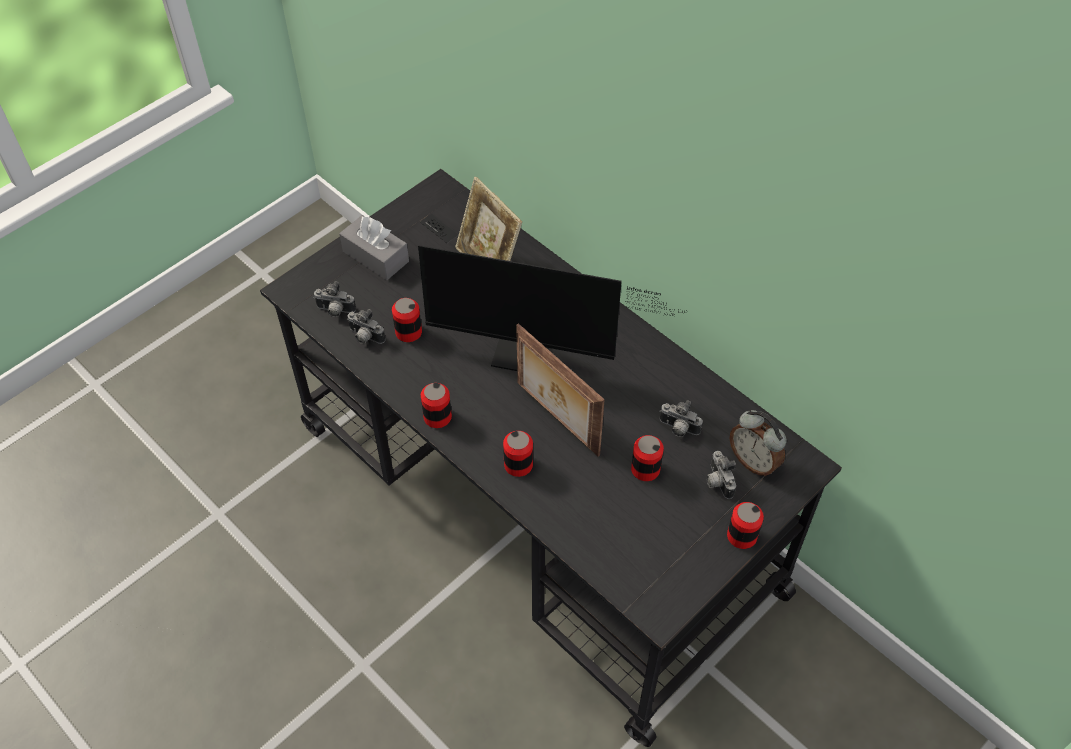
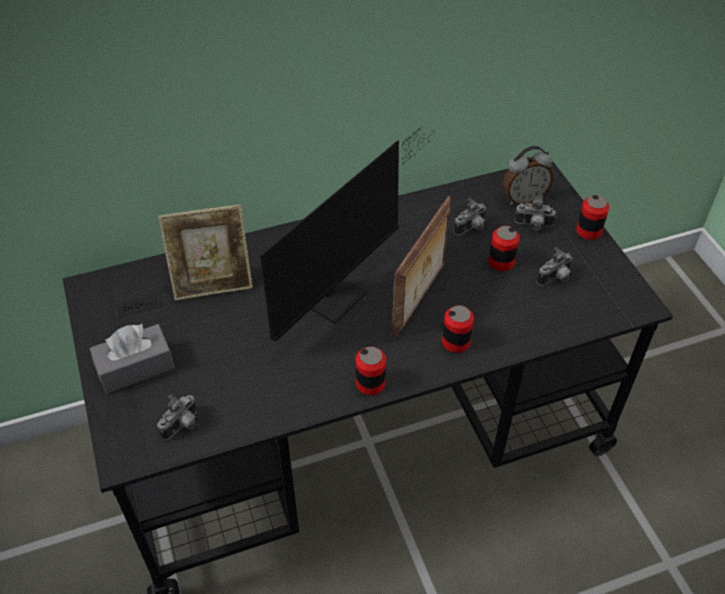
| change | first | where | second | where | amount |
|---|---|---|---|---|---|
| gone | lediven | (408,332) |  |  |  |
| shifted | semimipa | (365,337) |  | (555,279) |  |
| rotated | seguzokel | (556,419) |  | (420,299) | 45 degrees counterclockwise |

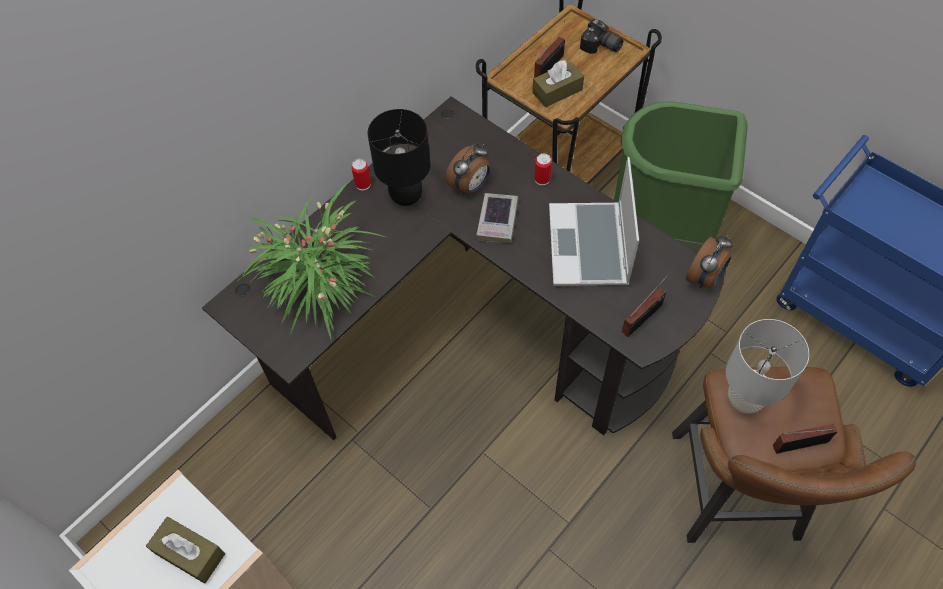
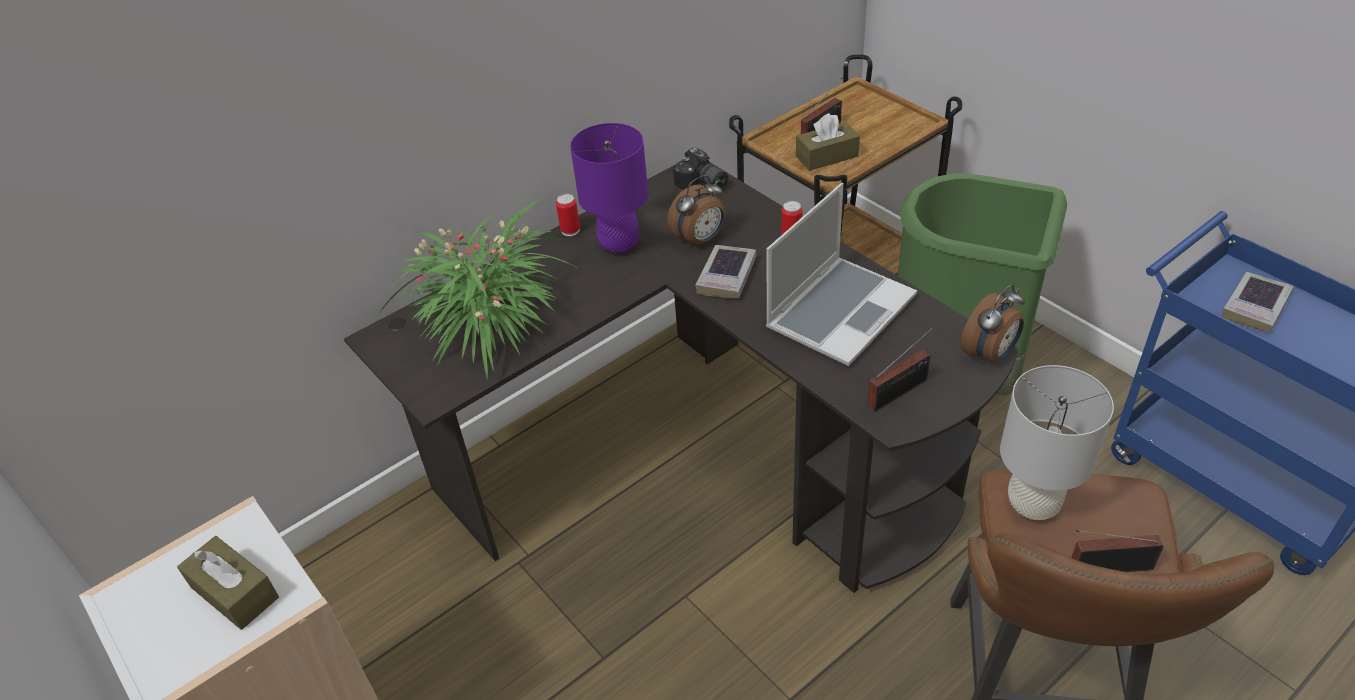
| change | first | where | second | where | amount |
|---|---|---|---|---|---|
| shifted | semimipa | (601,47) |  | (701,184) |  |
| repainted | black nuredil | (407,195) | purple nuredil | (621,244) |  |
| rotated | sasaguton | (590,247) |  | (840,311) | 150 degrees counterclockwise |
| new |  |  | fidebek | (1255,307) |  |

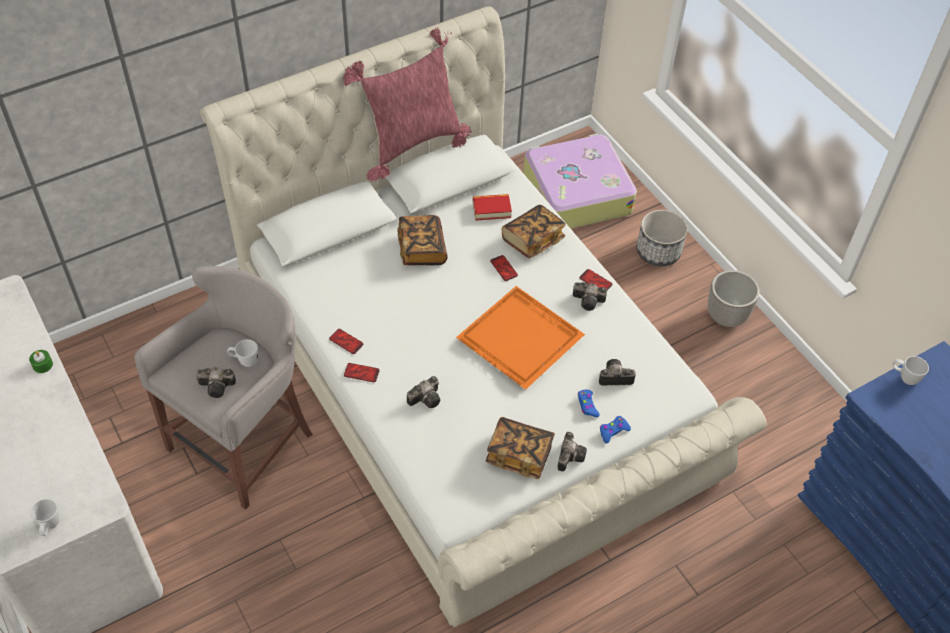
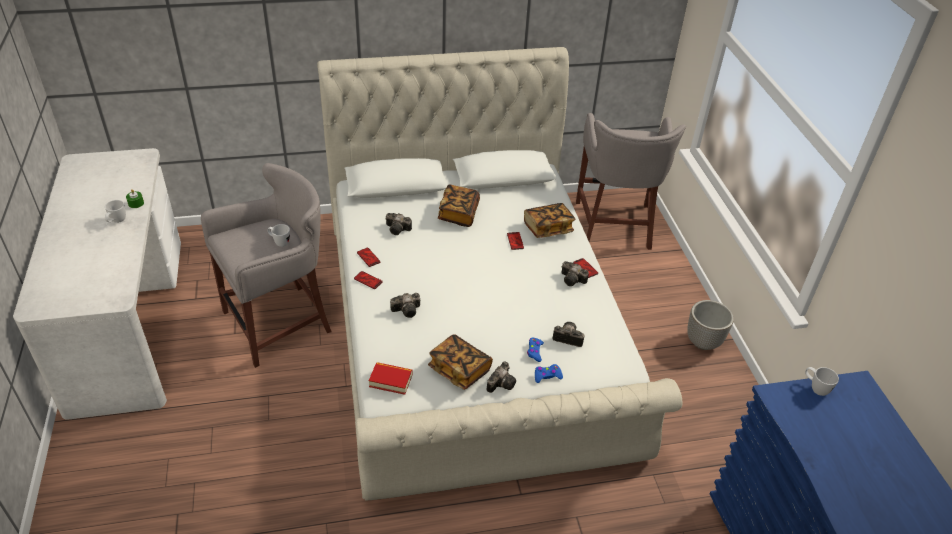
| change | first | where | second | where | amount |
|---|---|---|---|---|---|
| gone | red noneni | (410,151) |  |  |  |
| swapped | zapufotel | (575,193) | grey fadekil | (614,226) |  |
| shifted | fidebek | (491,210) |  | (391,381) |  |
| gone | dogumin | (658,251) |  |  |  |
| gone | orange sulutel | (520,340) |  |  |  |
| shifted | semimipa | (218,386) |  | (398,229) |  |
| shifted | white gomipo | (49,527) |  | (117,221) |  |

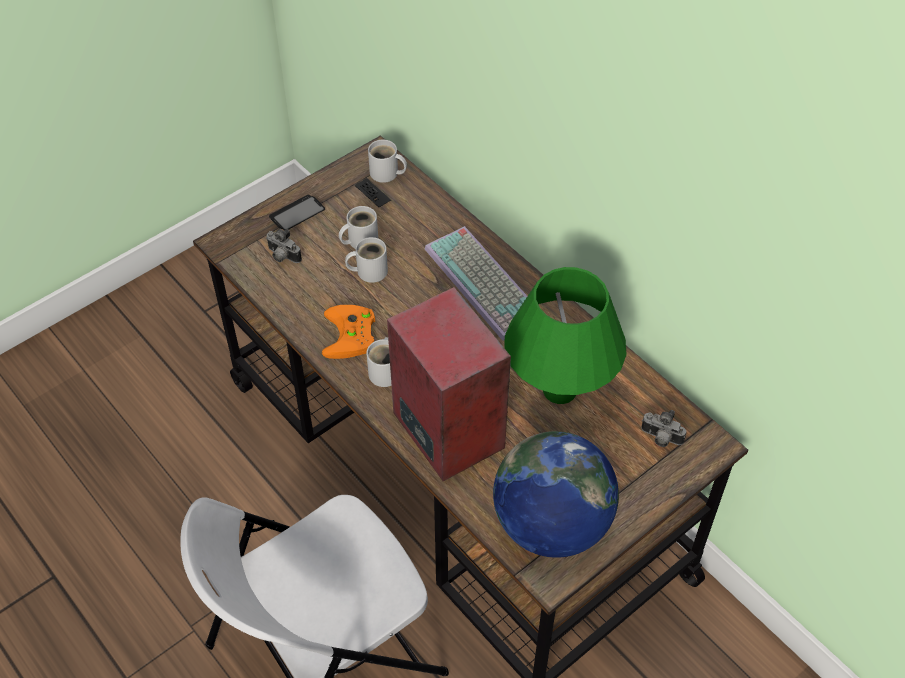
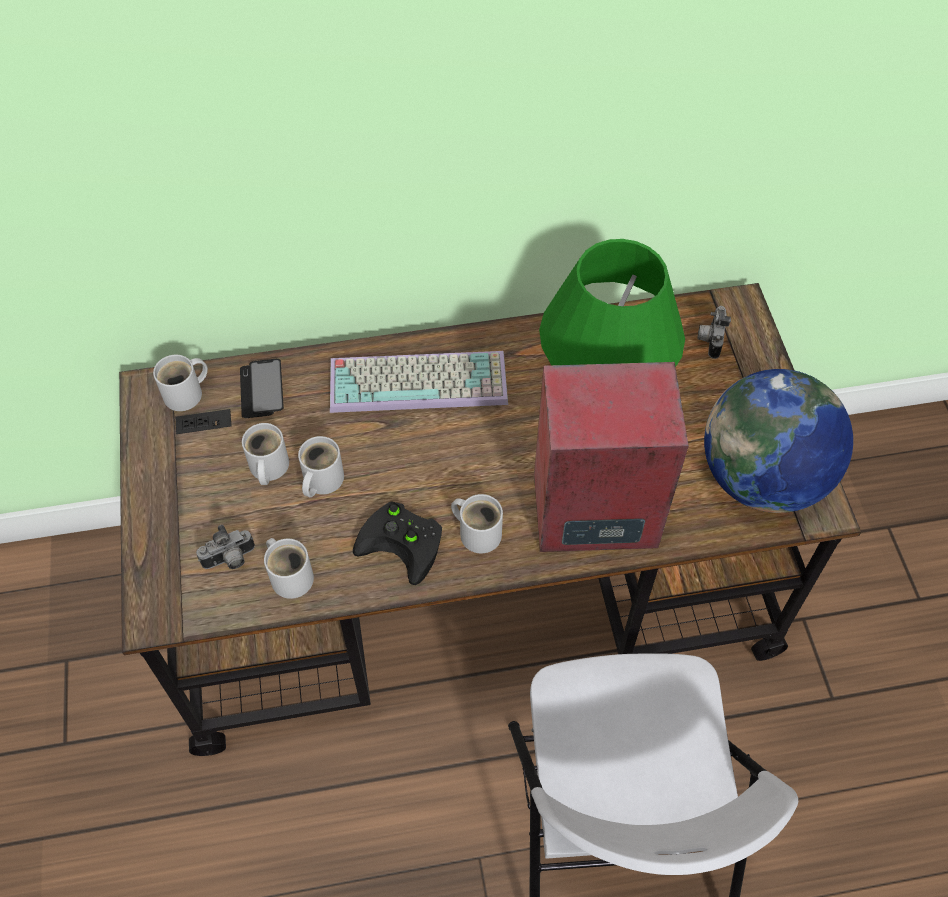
| change | first | where | second | where | amount |
|---|---|---|---|---|---|
| shifted | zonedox | (297,214) |  | (261,390) |  |
| repainted | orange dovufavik | (351,336) | black dovufavik | (405,543) |  |
| rotated | semimipa | (660,439) |  | (710,339) | 135 degrees clockwise |
| new |  |  | white gomipo | (291,575) |  |

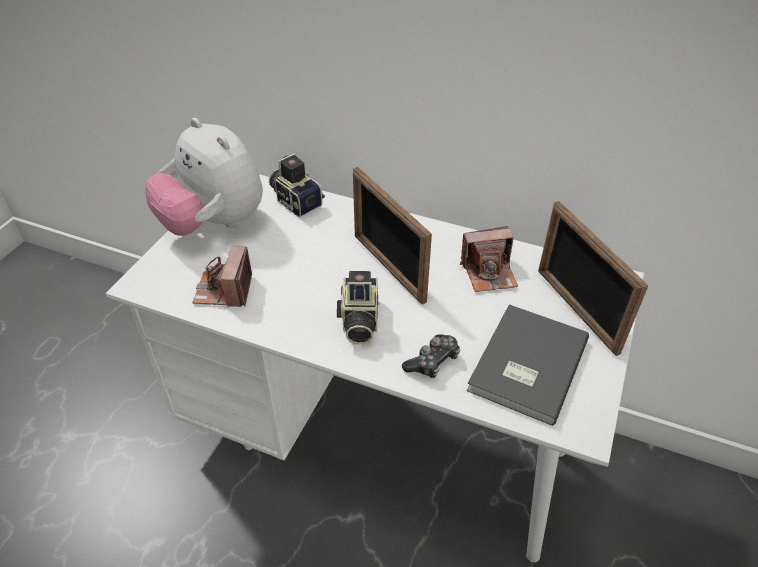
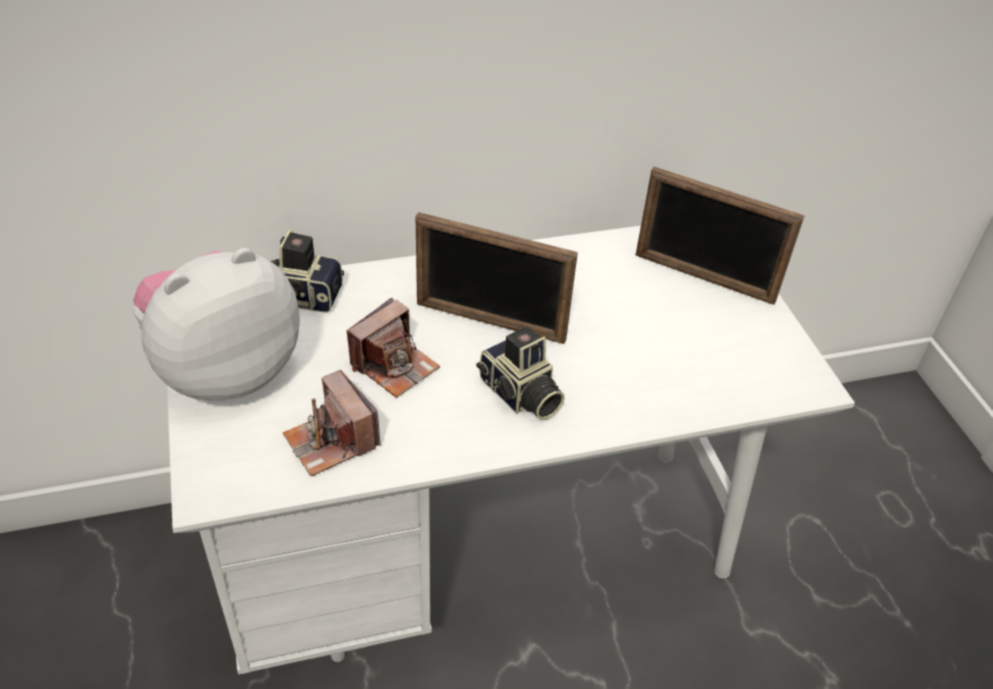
| change | first | where | second | where | amount |
|---|---|---|---|---|---|
| rotated | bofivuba | (214,224) |  | (225,370) | 135 degrees clockwise |
| shifted | semimipa | (489,273) |  | (394,366) |  |
| gone | grey fidebek | (524,365) |  |  |  |
| gone | dovufavik | (433,361) |  |  |  |

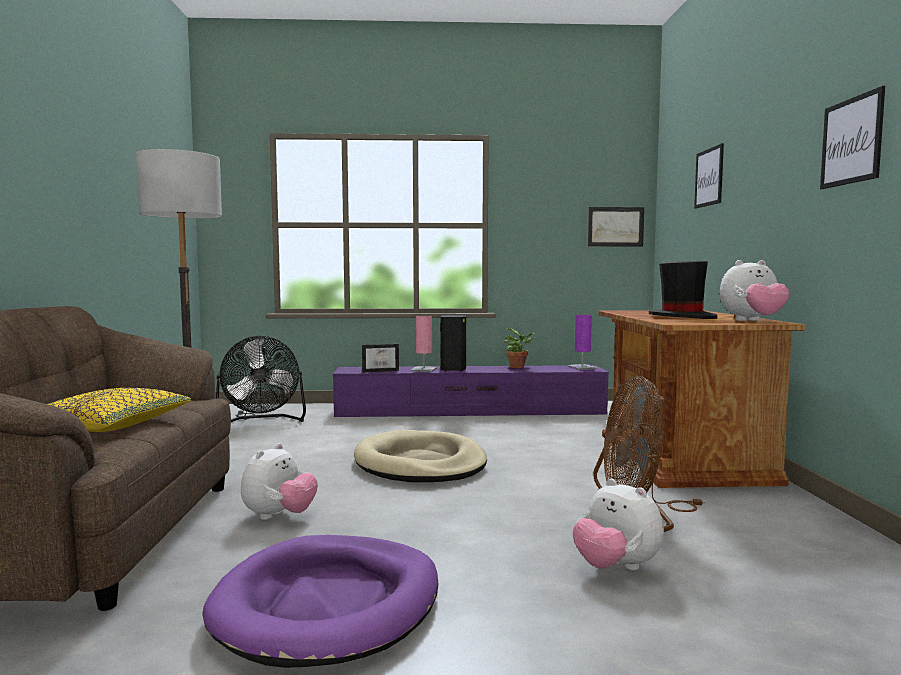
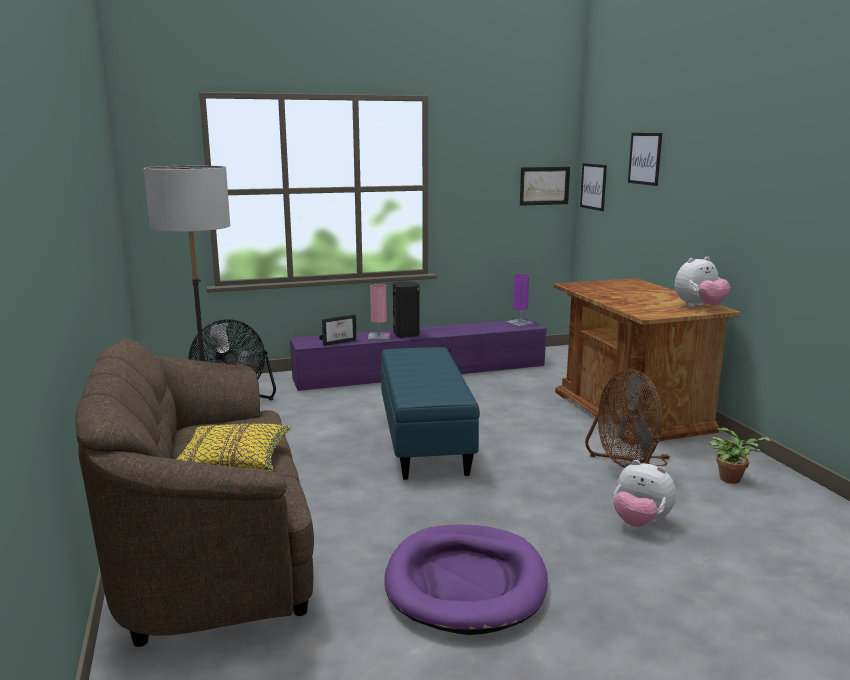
| change | first | where | second | where | amount |
|---|---|---|---|---|---|
| shifted | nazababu | (851,141) |  | (593,186) |  |
| gone | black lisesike | (682,317) |  |  |  |
| shifted | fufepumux | (519,367) |  | (733,479) |  |
| swapped | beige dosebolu | (420,464) | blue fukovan | (426,441) |  |
| gone | bofivuba | (279,516) |  |  |  |

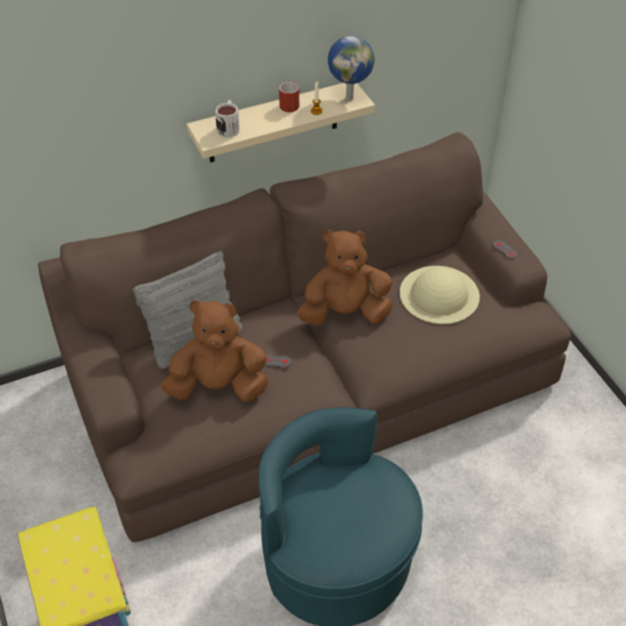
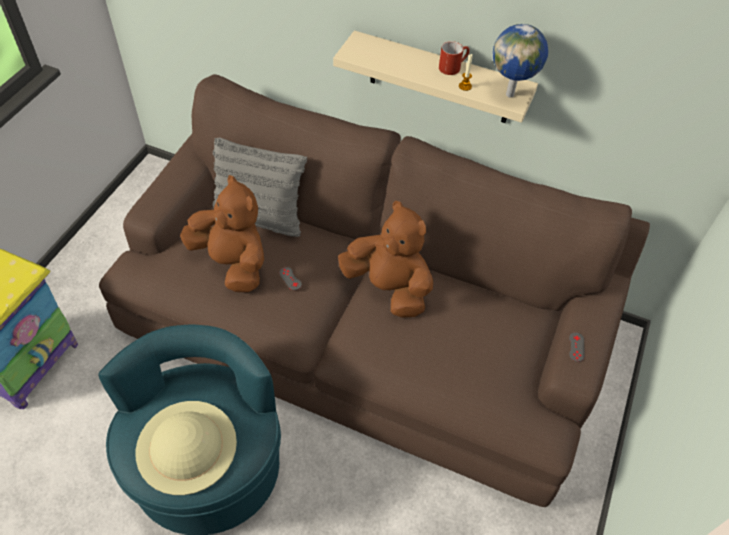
| change | first | where | second | where | amount |
|---|---|---|---|---|---|
| gone | gomipo | (229,127) |  |  |  |
| shifted | beige lisesike | (439,294) |  | (186,446) |  |

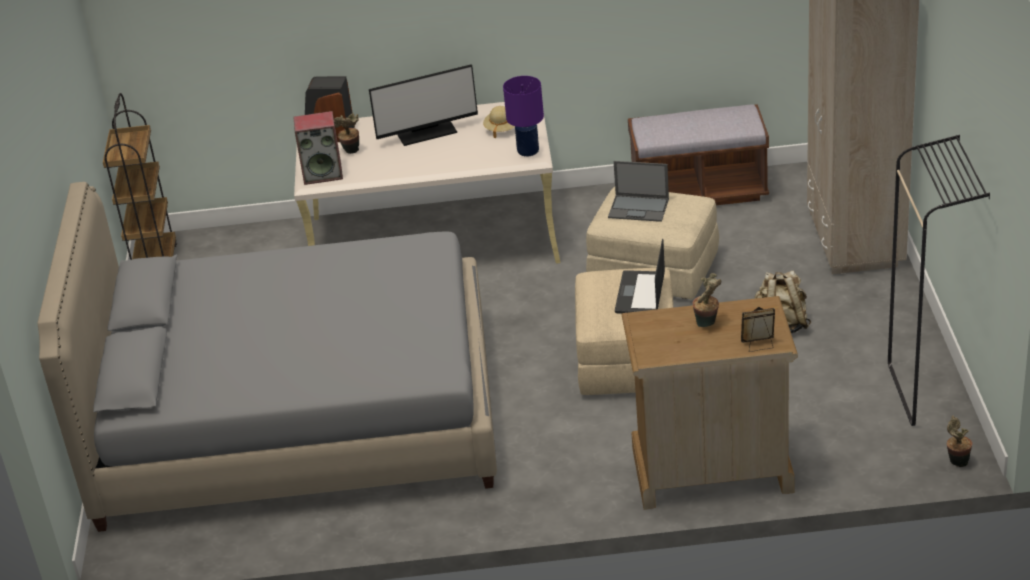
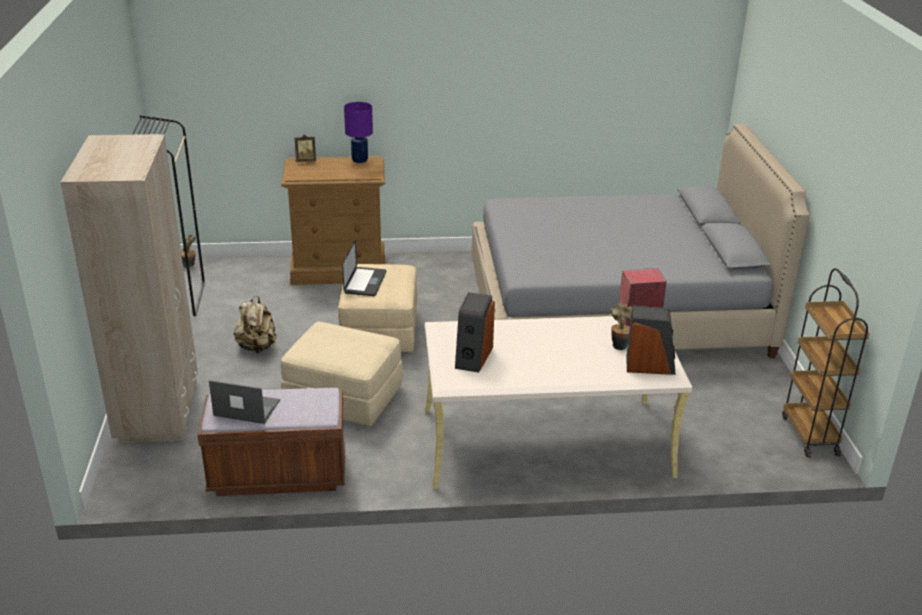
| change | first | where | second | where | amount |
|---|---|---|---|---|---|
| gone | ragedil | (426,132) |  |  |  |
| shifted | purple nuredil | (528,153) |  | (360,161) |  |
| swapped | beige lisesike | (502,129) | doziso | (473,357) |  |
| shifted | sasaguton | (639,208) |  | (246,408) |  |
| gone | fufepumux | (707,324) |  |  |  |

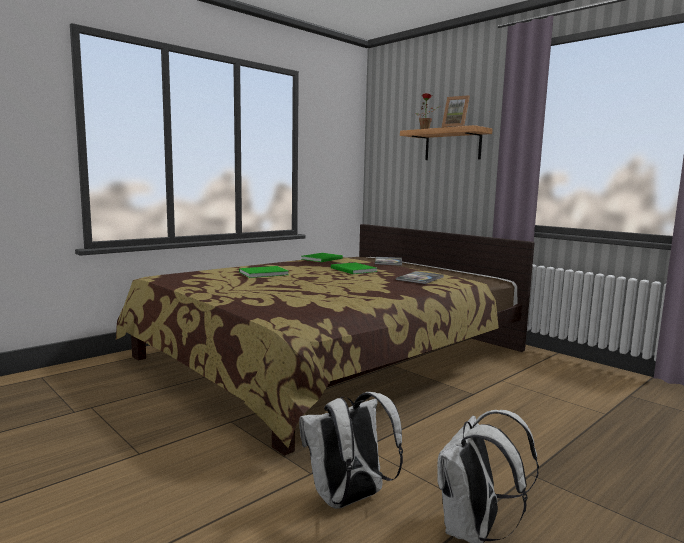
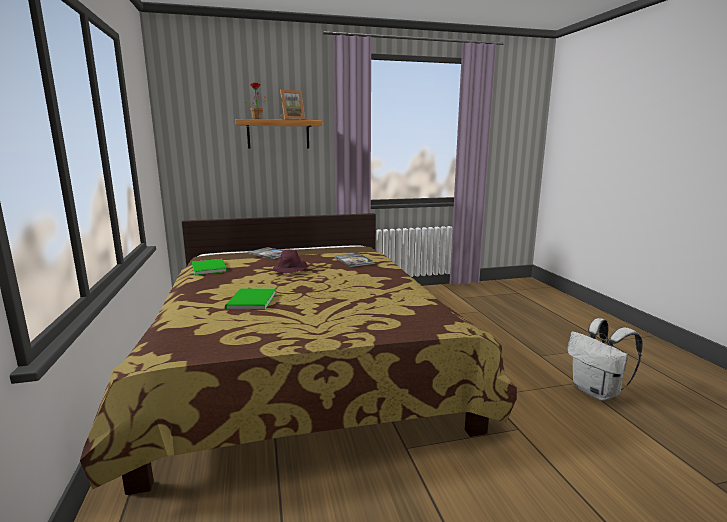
| change | first | where | second | where | amount |
|---|---|---|---|---|---|
| swapped | green fidebek | (353,270) | purple lisesike | (290,270) |  |
| gone | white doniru | (348,500) |  |  |  |

